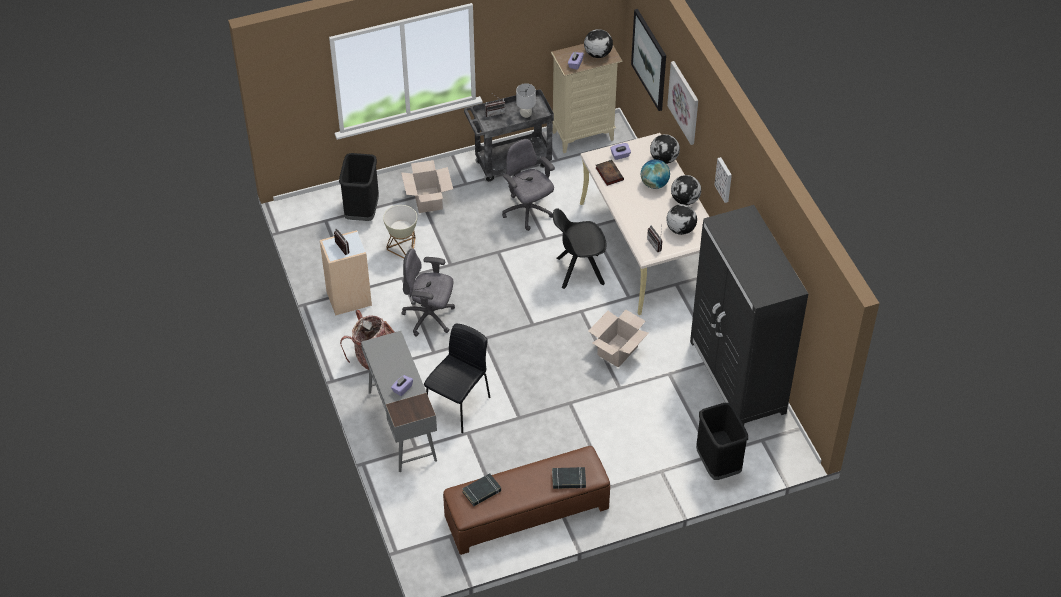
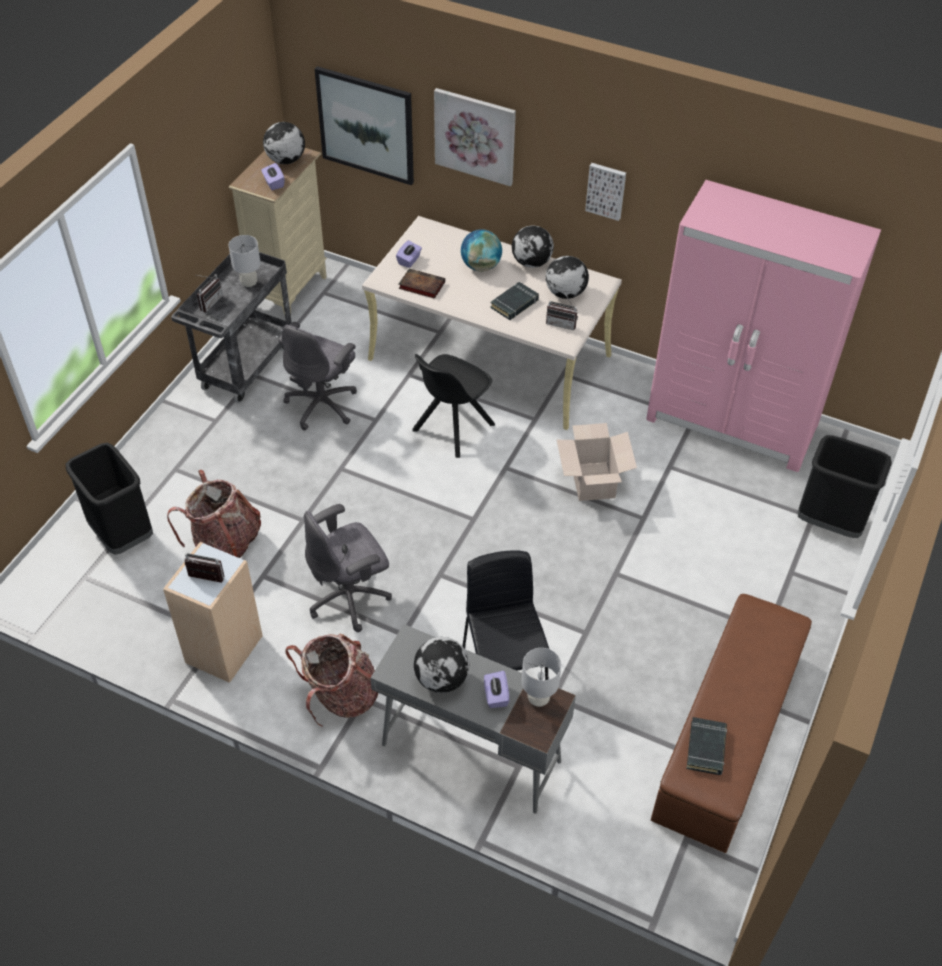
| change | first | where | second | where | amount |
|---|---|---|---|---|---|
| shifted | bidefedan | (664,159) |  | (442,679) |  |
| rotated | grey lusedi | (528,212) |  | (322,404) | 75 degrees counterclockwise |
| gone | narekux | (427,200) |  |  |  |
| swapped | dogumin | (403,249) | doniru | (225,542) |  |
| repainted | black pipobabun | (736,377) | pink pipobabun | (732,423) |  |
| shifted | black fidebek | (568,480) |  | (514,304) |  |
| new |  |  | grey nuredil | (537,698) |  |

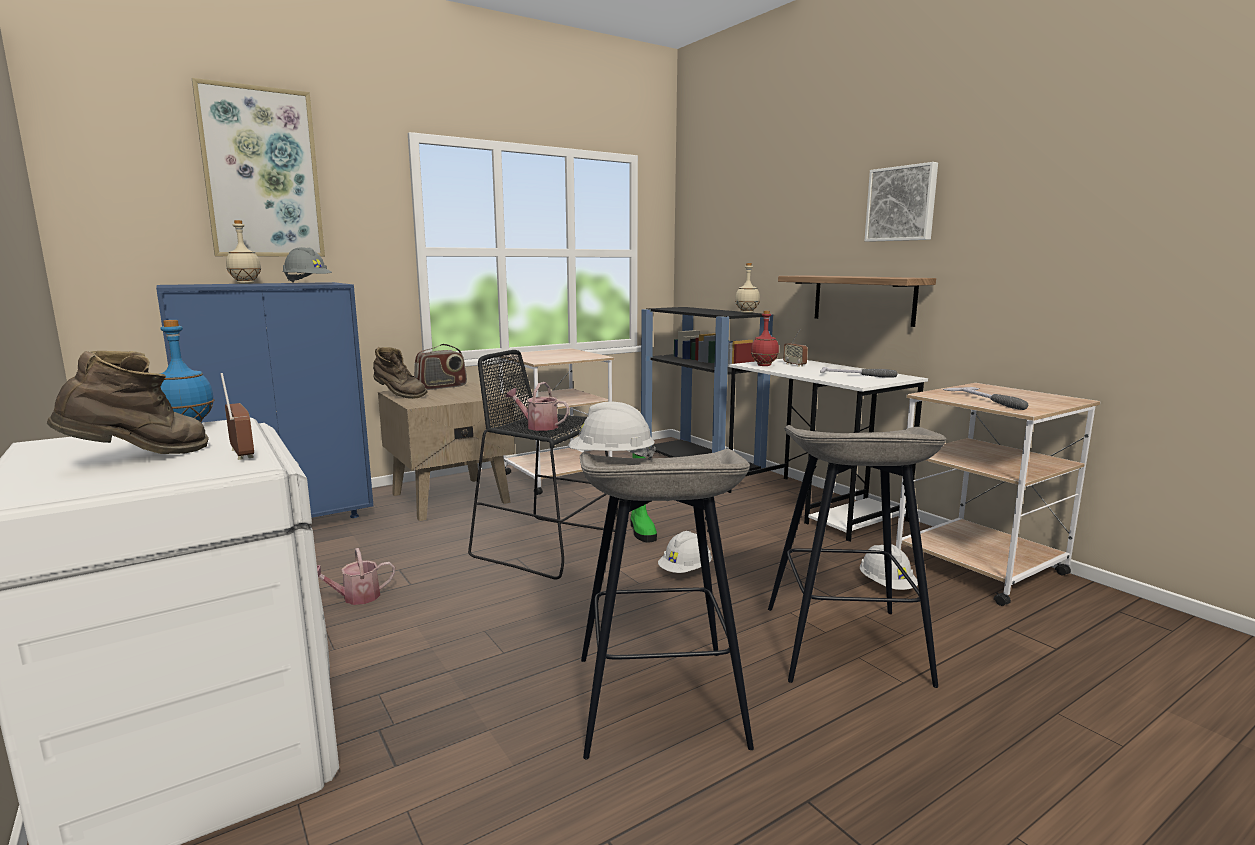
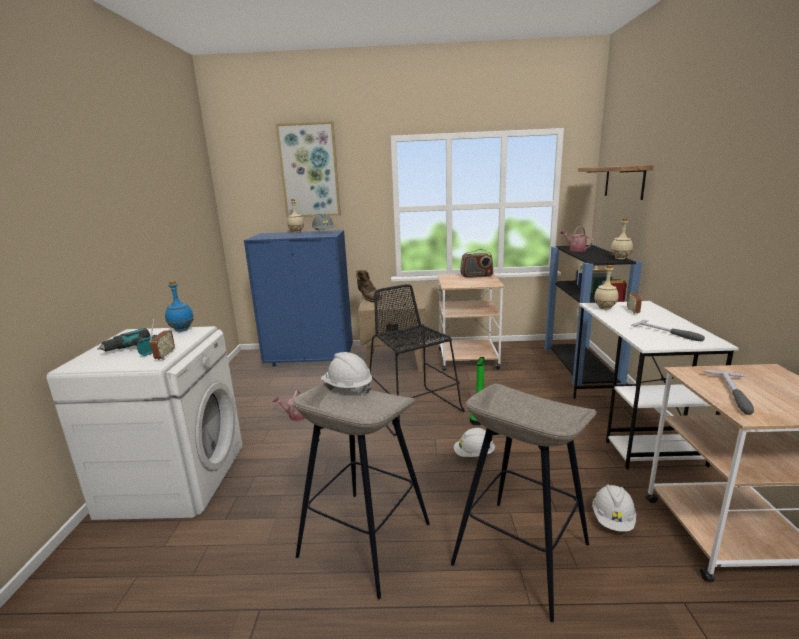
| change | first | where | second | where | amount |
|---|---|---|---|---|---|
| gone | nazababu | (902,204) |  |  |  |
| shifted | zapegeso | (863,299) |  | (624,181) |  |
| repainted | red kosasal | (763,365) | beige kosasal | (604,308) |  |
| shifted | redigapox | (441,387) |  | (476,276) |  |
| swapped | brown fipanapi | (141,459) | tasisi | (135,351) |  |
| shifted | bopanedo | (538,426) |  | (575,249) |  |

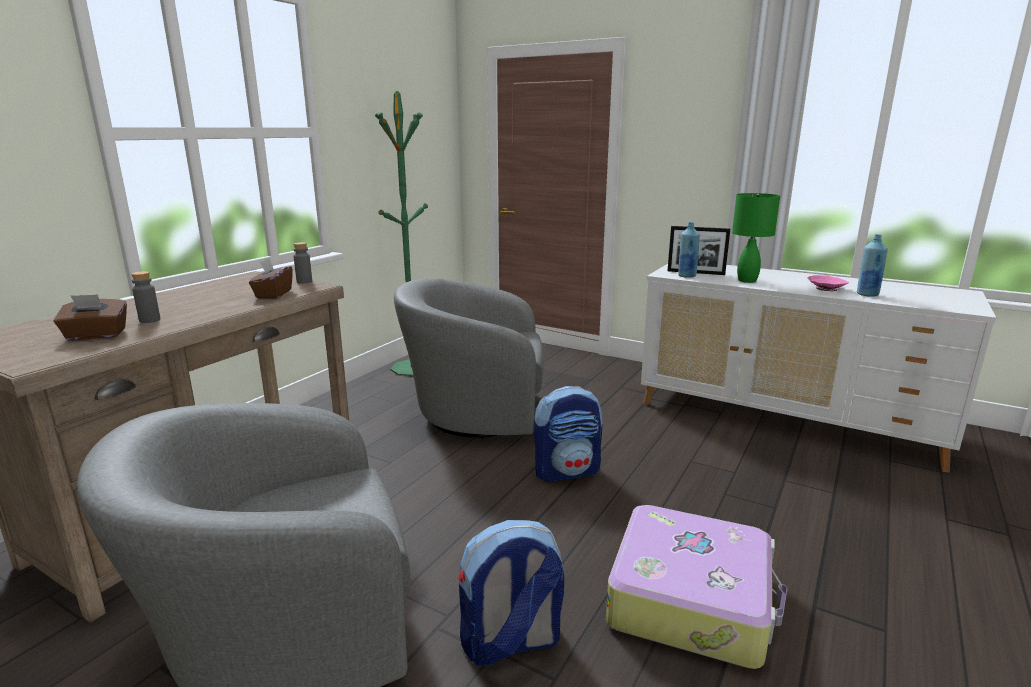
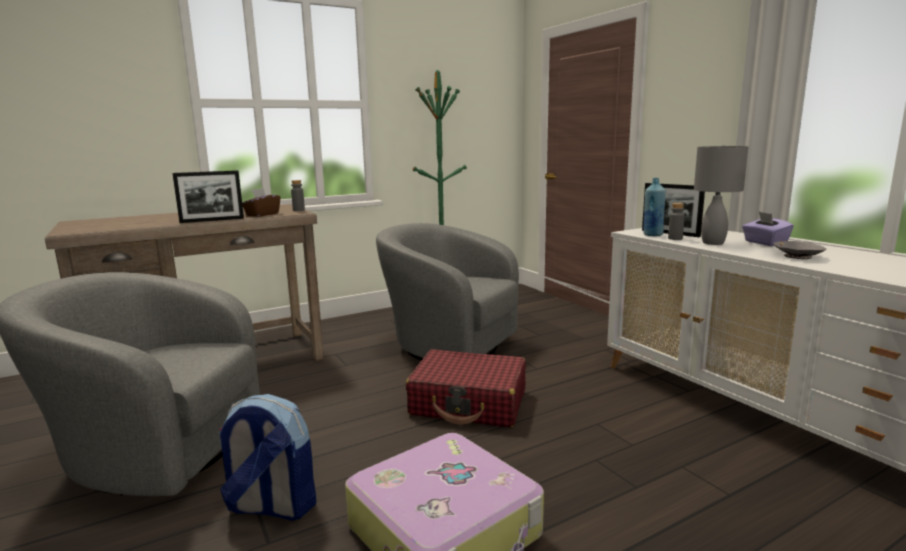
| change | first | where | second | where | amount |
|---|---|---|---|---|---|
| repainted | green nuredil | (747,280) | grey nuredil | (713,243) |  |
| gone | blue kosasal | (867,294) |  |  |  |
| shifted | grey kosasal | (150,320) |  | (675,238) |  |
| repainted | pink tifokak | (826,288) | grey tifokak | (797,256) |  |
| gone | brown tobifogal | (96,335) |  |  |  |
| swapped | doniru | (567,471) | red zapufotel | (469,403) |  |
| new |  |  | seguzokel | (212,220) |  |
| new |  |  | purple tobifogal | (764,243) |  |

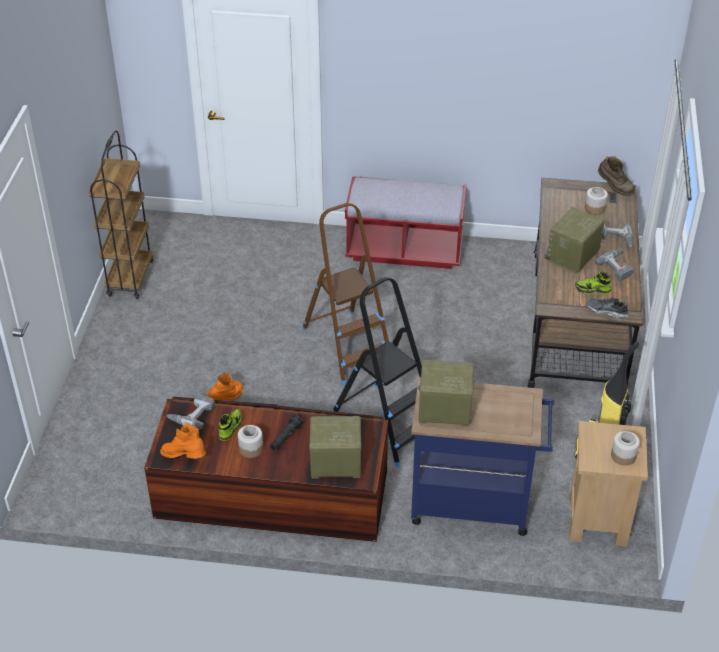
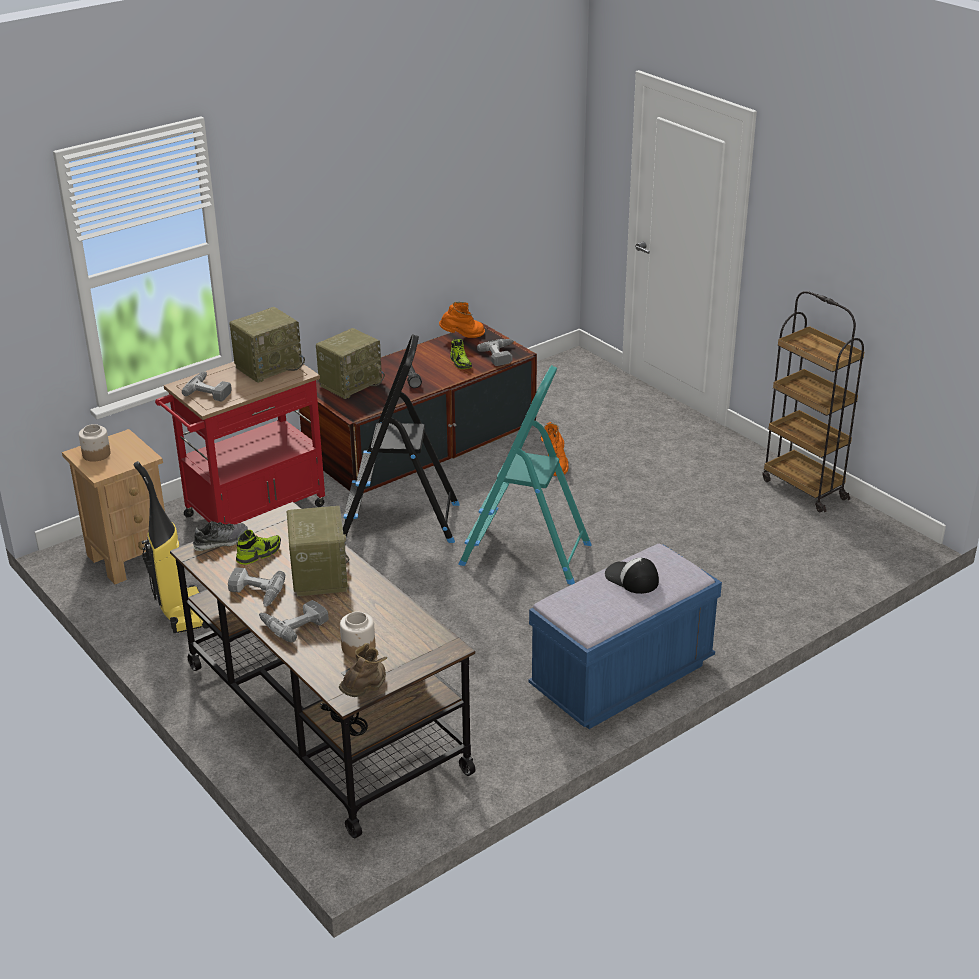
| change | first | where | second | where | amount |
|---|---|---|---|---|---|
| rotated | brown fipanapi | (614,188) |  | (366,692) | 120 degrees clockwise |
| repainted | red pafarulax | (404,250) | blue pafarulax | (622,678) |  |
| repainted | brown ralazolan | (348,347) | turquoise ralazolan | (524,554) |  |
| repainted | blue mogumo | (474,505) | red mogumo | (251,512) |  |
| gone | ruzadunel | (250,448) |  |  |  |
| new |  |  | tasisi | (211,390) |  |
| new |  |  | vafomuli | (631,578) |  |

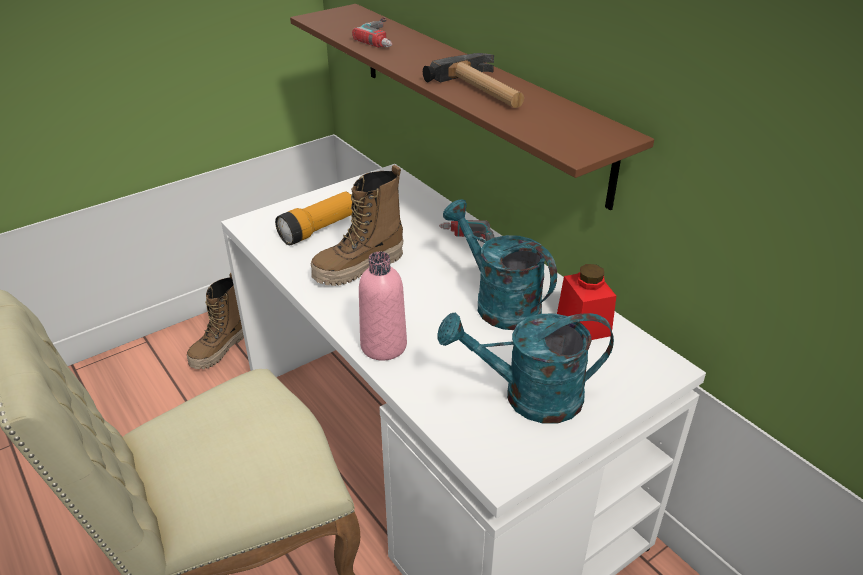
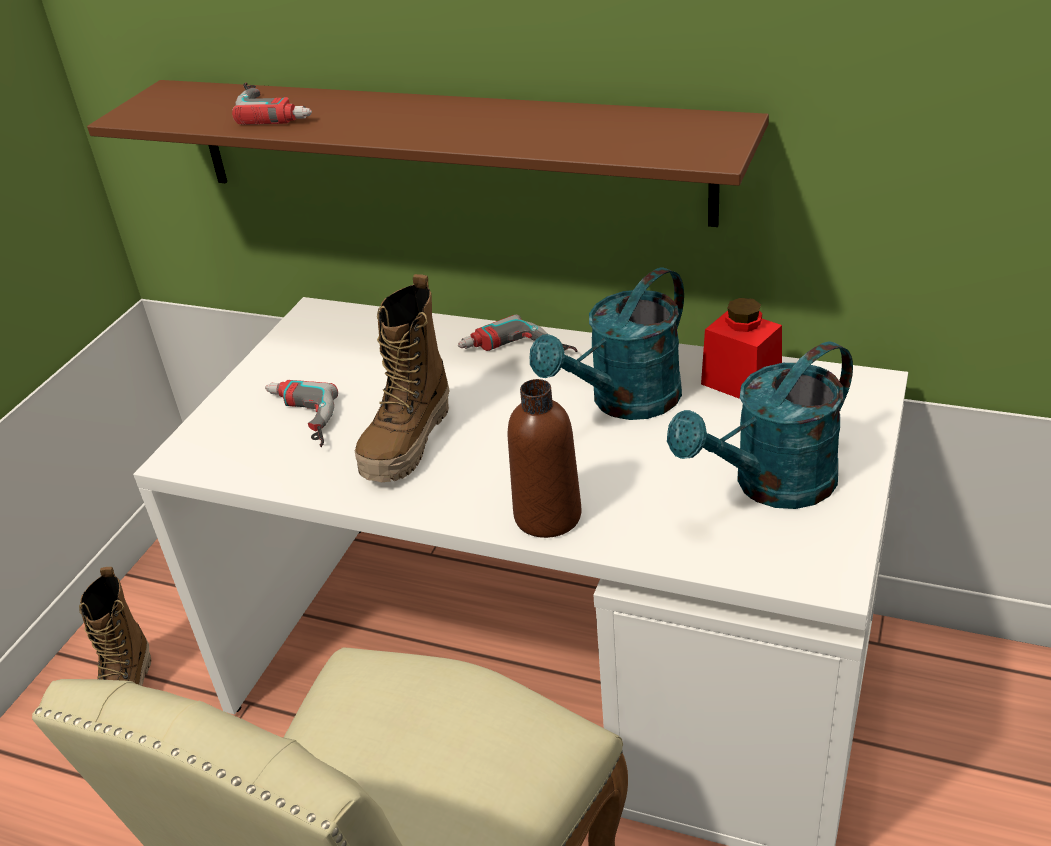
| change | first | where | second | where | amount |
|---|---|---|---|---|---|
| gone | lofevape | (483,90) |  |  |  |
| swapped | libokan | (318,229) | tasisi | (296,421) |  |
| rotated | turquoise bopanedo | (498,303) |  | (624,402) | 60 degrees counterclockwise |
| repainted | pink kosasal | (383,346) | brown kosasal | (547,516) |  |

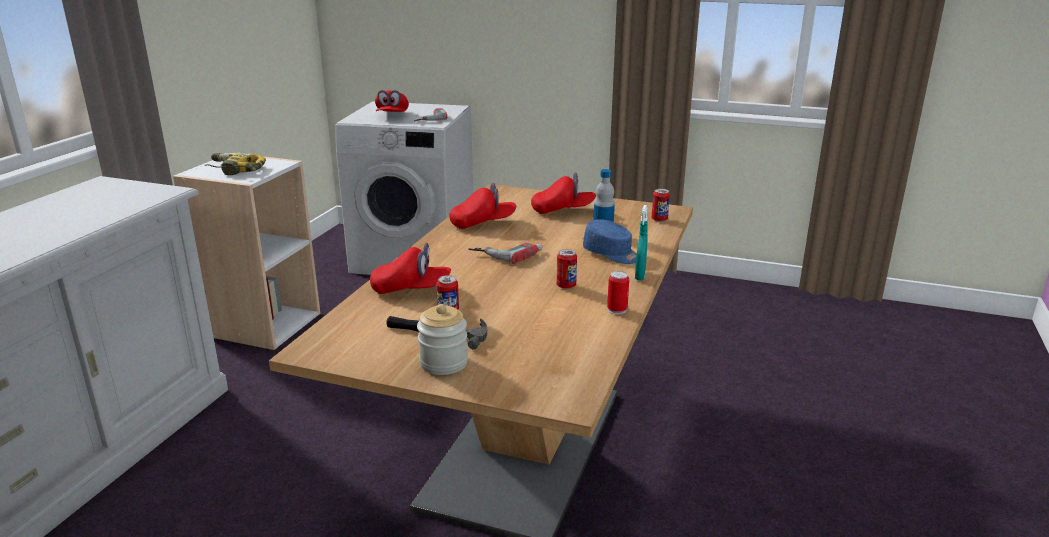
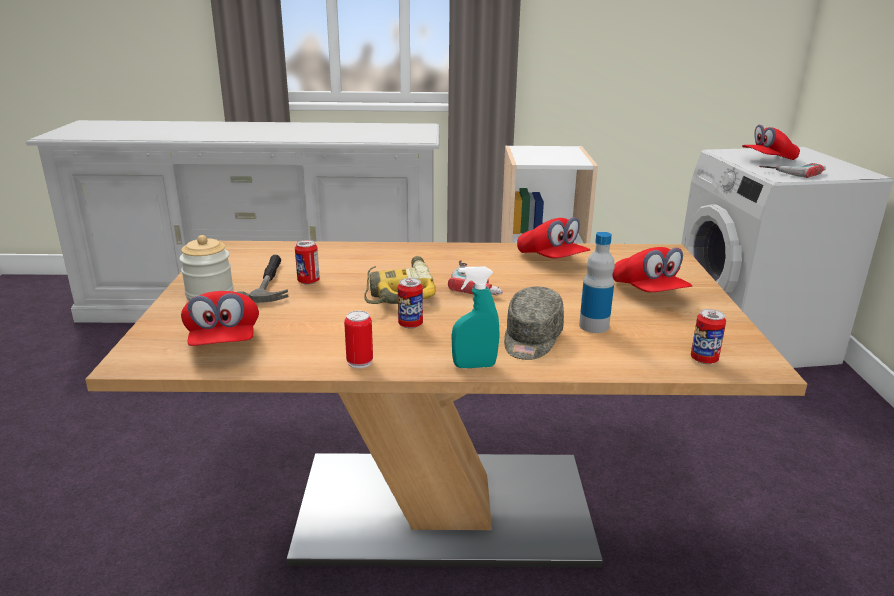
| change | first | where | second | where | amount |
|---|---|---|---|---|---|
| shifted | tasisi | (234,170) |  | (398,291) |  |
| repainted | blue vafomuli | (611,254) | grey vafomuli | (531,339) |  |
| shifted | red vafomuli | (411,289) |  | (224,343) |  |

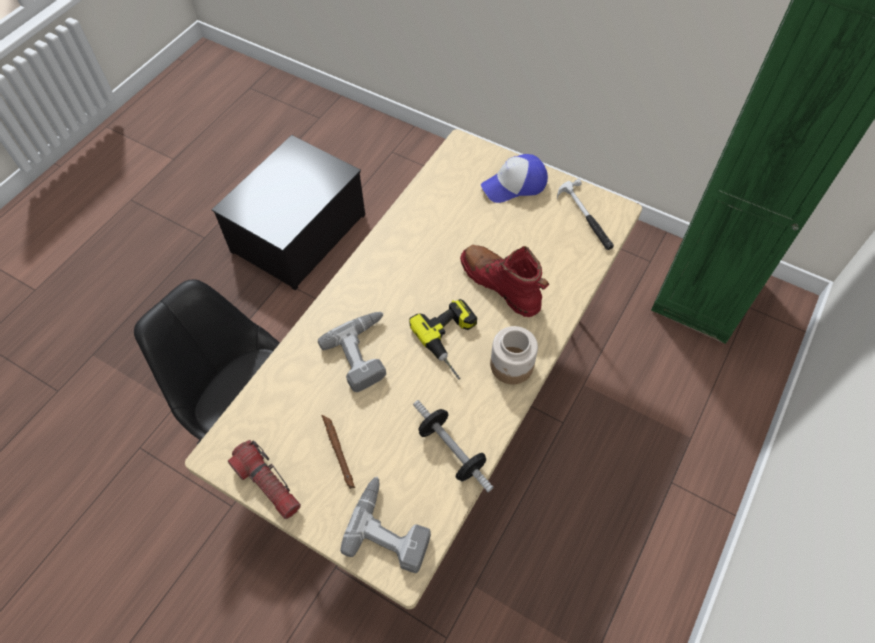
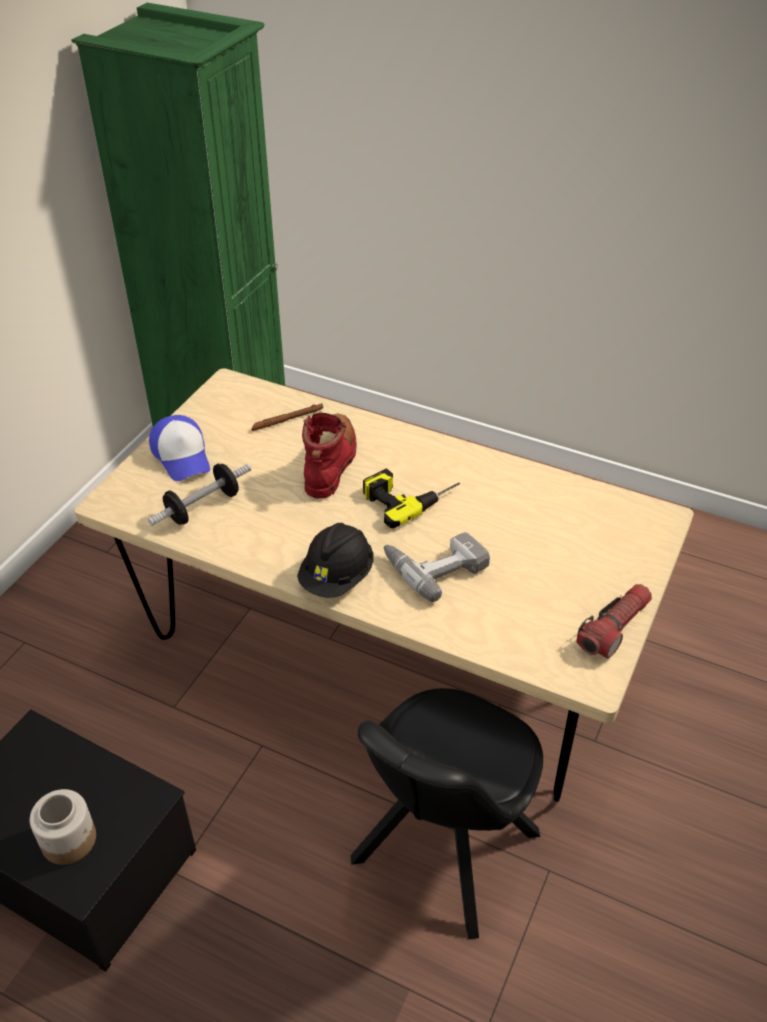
| change | first | where | second | where | amount |
|---|---|---|---|---|---|
| gone | lofevape | (586,217) |  |  |  |
| rotated | red fipanapi | (500,285) |  | (330,464) | 150 degrees clockwise |
| shifted | ruzadunel | (512,366) |  | (69,839) |  |
| shifted | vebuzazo | (451,451) |  | (203,507) |  |
| shifted | brown libokan | (338,452) |  | (287,420) |  |
| gone | tasisi | (391,527) |  |  |  |
| new |  |  | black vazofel | (337,577) |  |

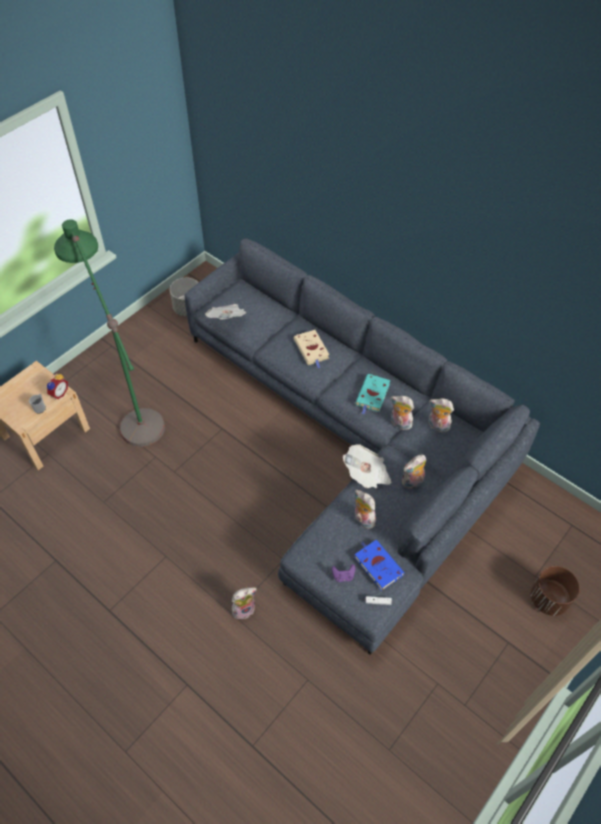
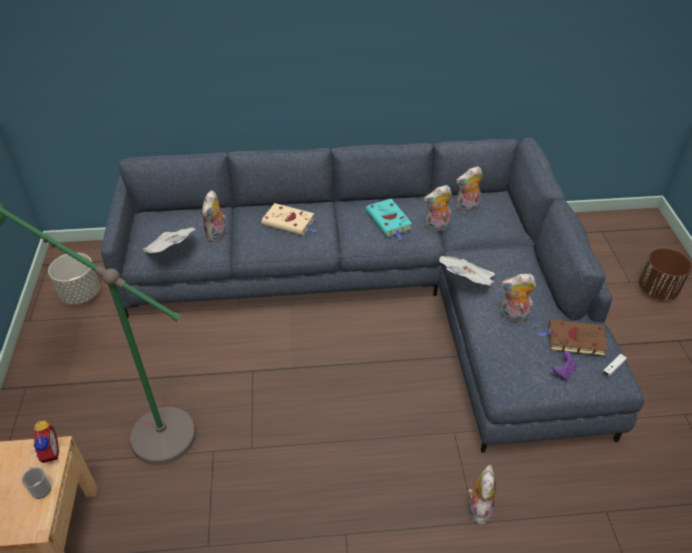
| change | first | where | second | where | amount |
|---|---|---|---|---|---|
| shifted | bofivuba | (412,482) |  | (217,235) |  |
| repainted | blue fidebek | (377,565) | brown fidebek | (574,340) |  |

